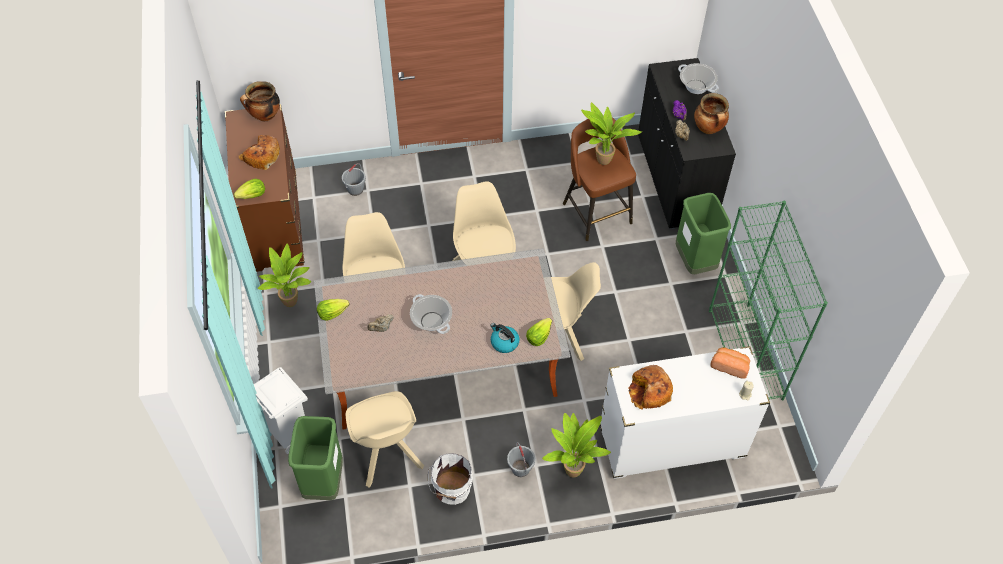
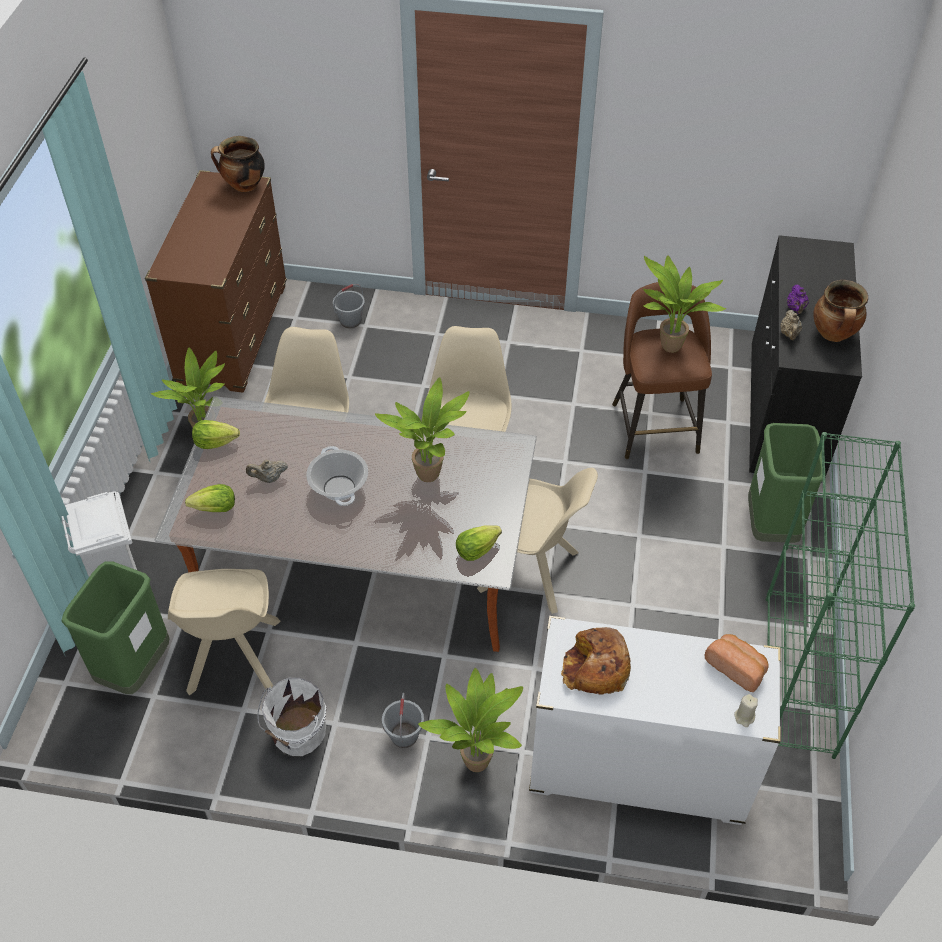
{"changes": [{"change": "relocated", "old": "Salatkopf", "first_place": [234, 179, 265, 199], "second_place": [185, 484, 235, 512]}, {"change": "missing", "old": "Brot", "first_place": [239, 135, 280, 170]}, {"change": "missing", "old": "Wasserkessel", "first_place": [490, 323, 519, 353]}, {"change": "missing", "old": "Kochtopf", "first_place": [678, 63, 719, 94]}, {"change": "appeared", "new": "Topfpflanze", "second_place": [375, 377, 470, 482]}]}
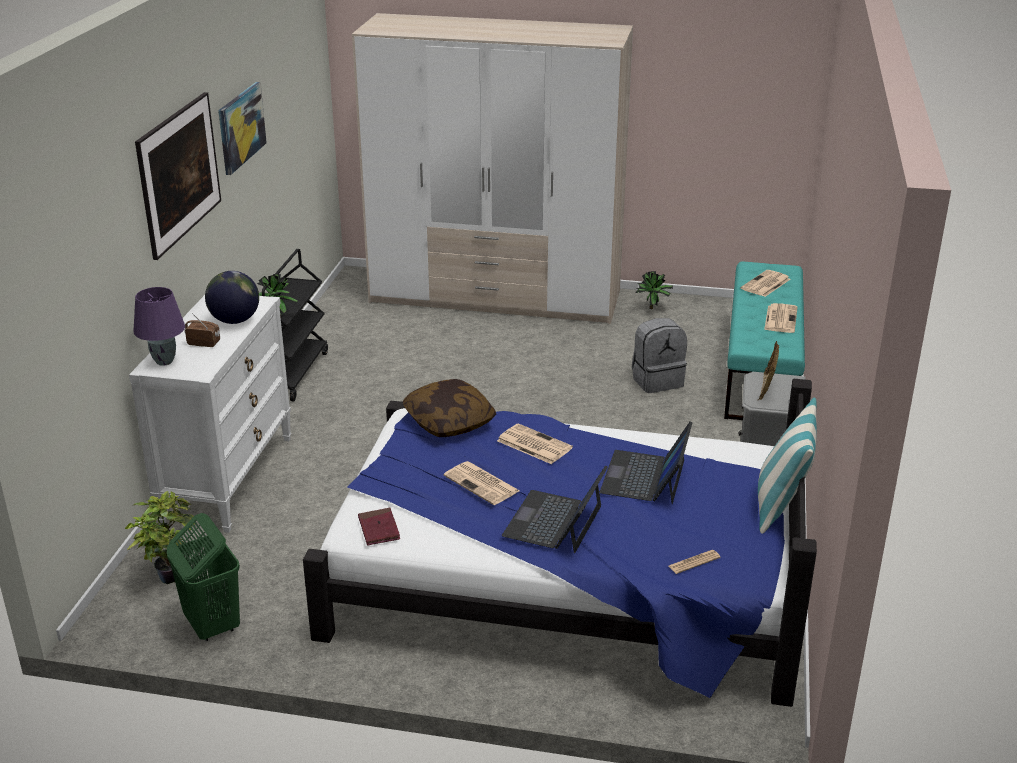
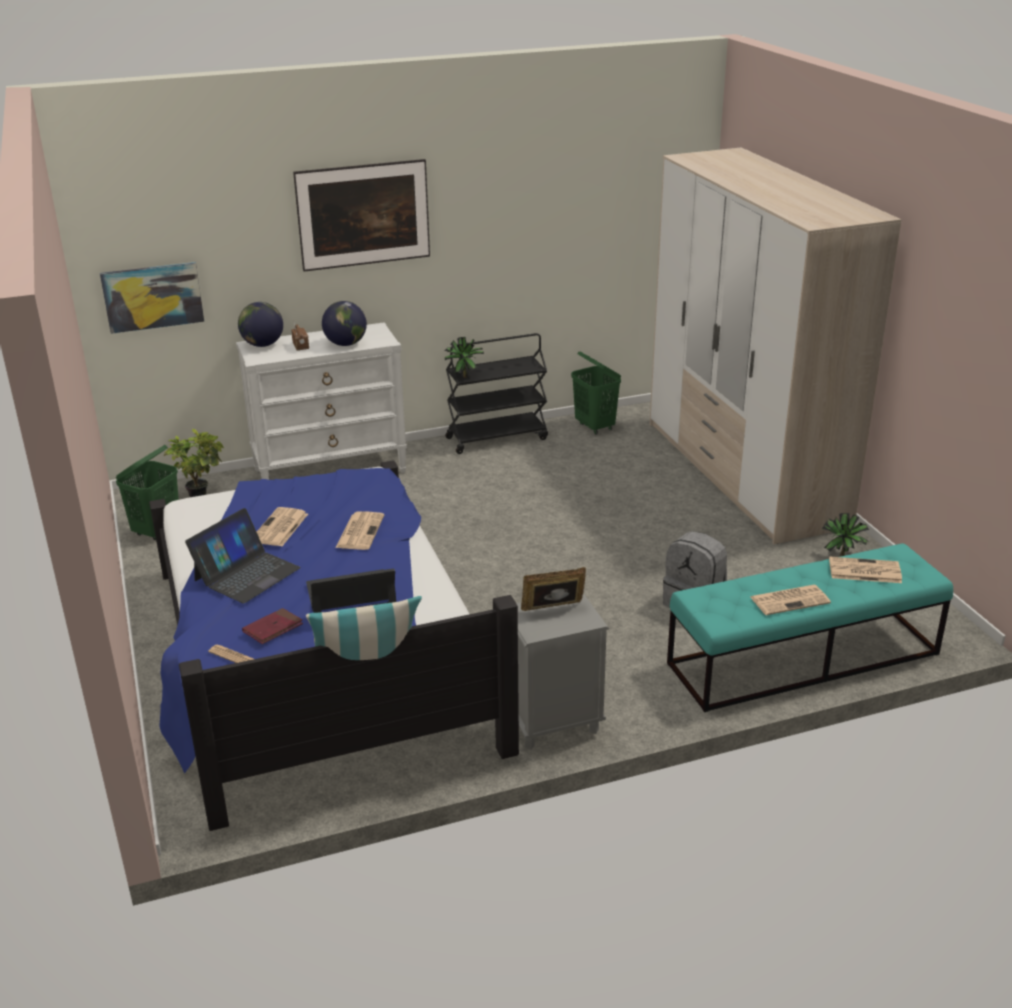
{"changes": [{"change": "exchanged", "old": "Tischlampe/lila", "new": "Globus", "first_place": [133, 287, 185, 366], "second_place": [238, 302, 283, 347]}, {"change": "relocated", "old": "Bild", "first_place": [218, 82, 267, 175], "second_place": [100, 262, 204, 334]}, {"change": "relocated", "old": "Buch/rot", "first_place": [358, 508, 400, 545], "second_place": [242, 608, 303, 644]}, {"change": "missing", "old": "Kissen", "first_place": [403, 379, 496, 437]}, {"change": "spun", "old": "Laptop", "first_place": [502, 465, 608, 553], "second_place": [185, 508, 301, 604], "degrees": 135}, {"change": "appeared", "new": "Wäschekorb/grün", "second_place": [571, 352, 621, 435]}]}
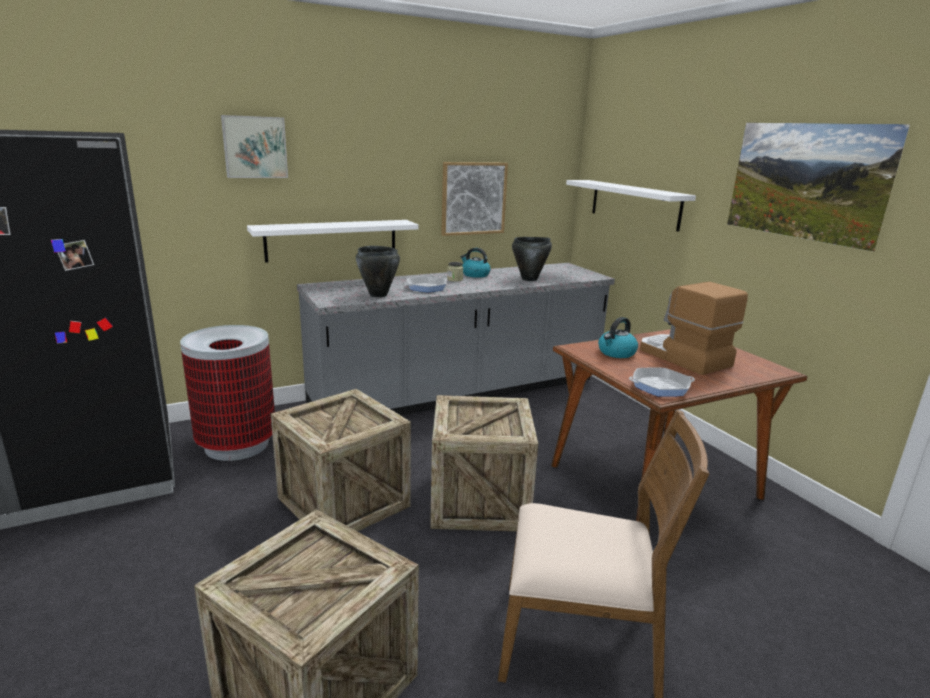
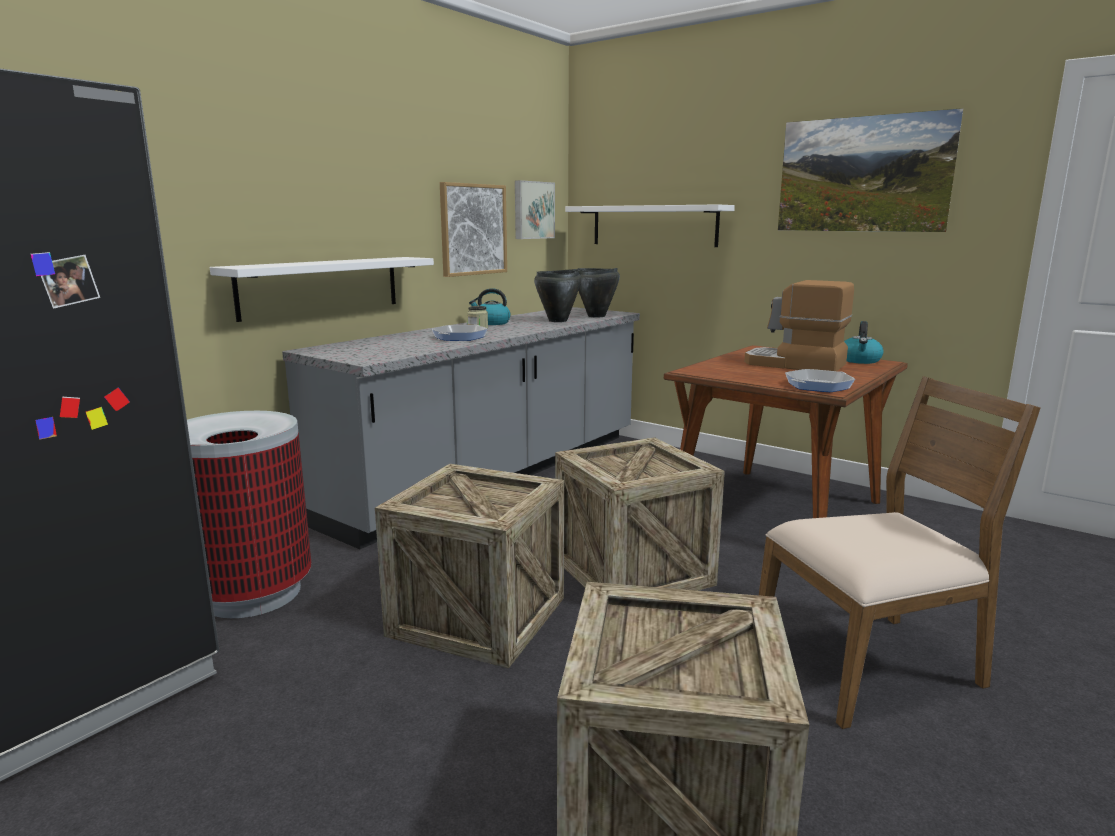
{"changes": [{"change": "relocated", "old": "Bild", "first_place": [221, 115, 288, 178], "second_place": [515, 180, 555, 239]}, {"change": "relocated", "old": "Kochtopf/schwarz", "first_place": [356, 246, 400, 297], "second_place": [577, 268, 620, 317]}, {"change": "relocated", "old": "Wasserkessel", "first_place": [598, 317, 638, 358], "second_place": [844, 321, 884, 364]}]}
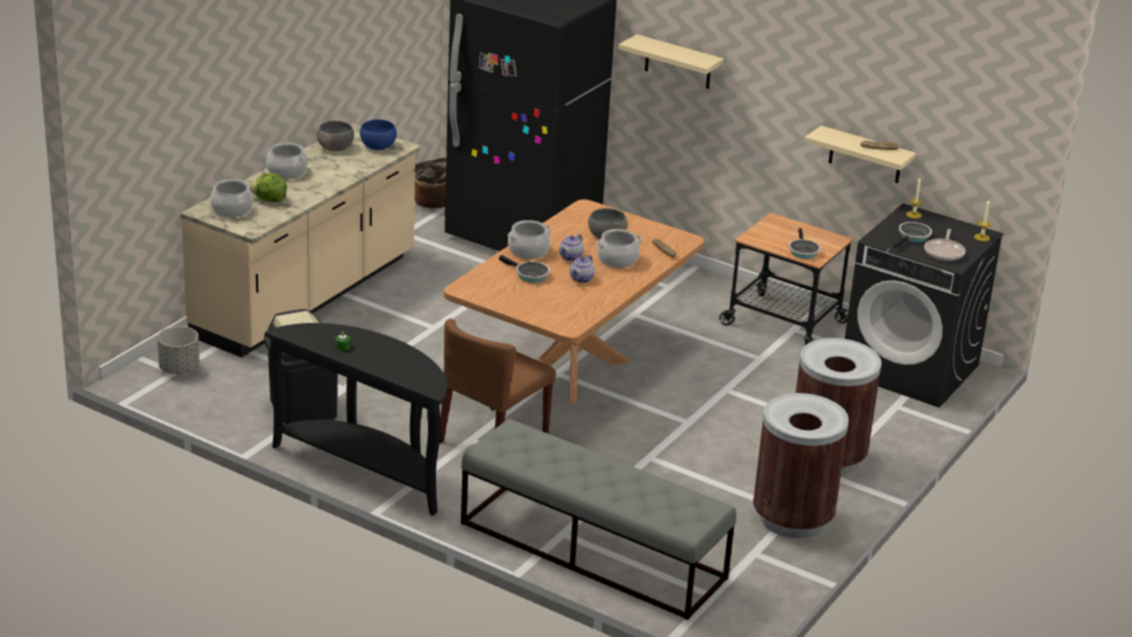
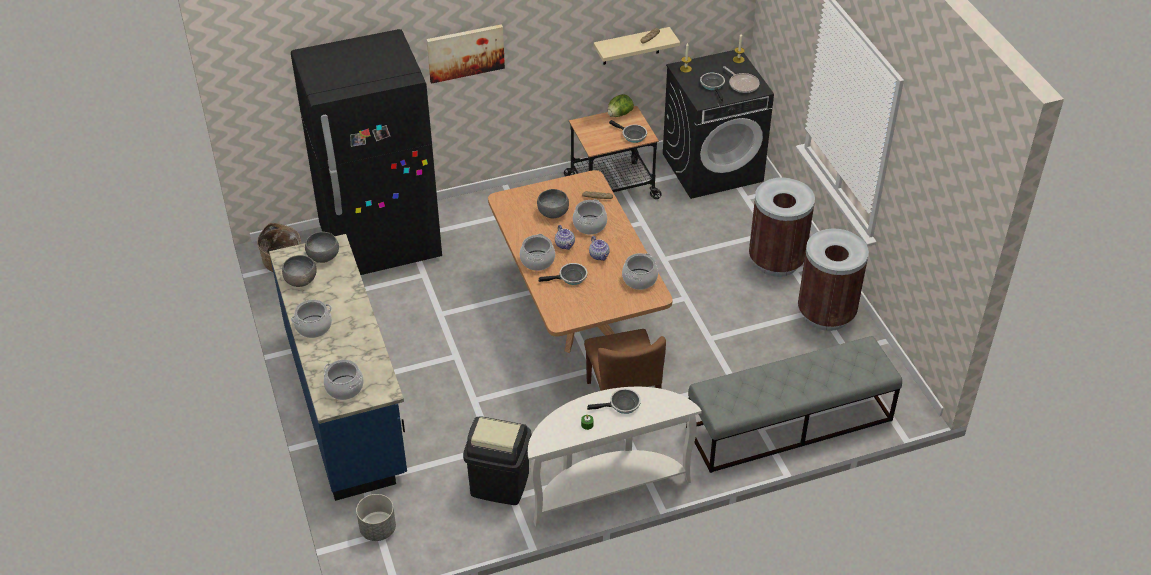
{"changes": [{"change": "colour", "old": "Küchenzeile/beige", "new": "Küchenzeile/blau", "first_place": [181, 124, 421, 358], "second_place": [269, 234, 407, 501]}, {"change": "relocated", "old": "Salatkopf", "first_place": [250, 173, 287, 202], "second_place": [607, 94, 634, 117]}, {"change": "colour", "old": "Konsolentisch/schwarz", "new": "Konsolentisch/weiß", "first_place": [265, 323, 447, 516], "second_place": [528, 387, 702, 527]}, {"change": "colour", "old": "Schüssel/blau", "new": "Schüssel/grau", "first_place": [360, 120, 397, 150], "second_place": [305, 232, 339, 263]}, {"change": "exchanged", "old": "Wandregal/beige", "new": "Bild", "first_place": [618, 34, 724, 89], "second_place": [426, 24, 505, 84]}, {"change": "appeared", "new": "Pfanne", "second_place": [587, 389, 641, 414]}, {"change": "appeared", "new": "Kochtopf", "second_place": [622, 253, 658, 290]}]}
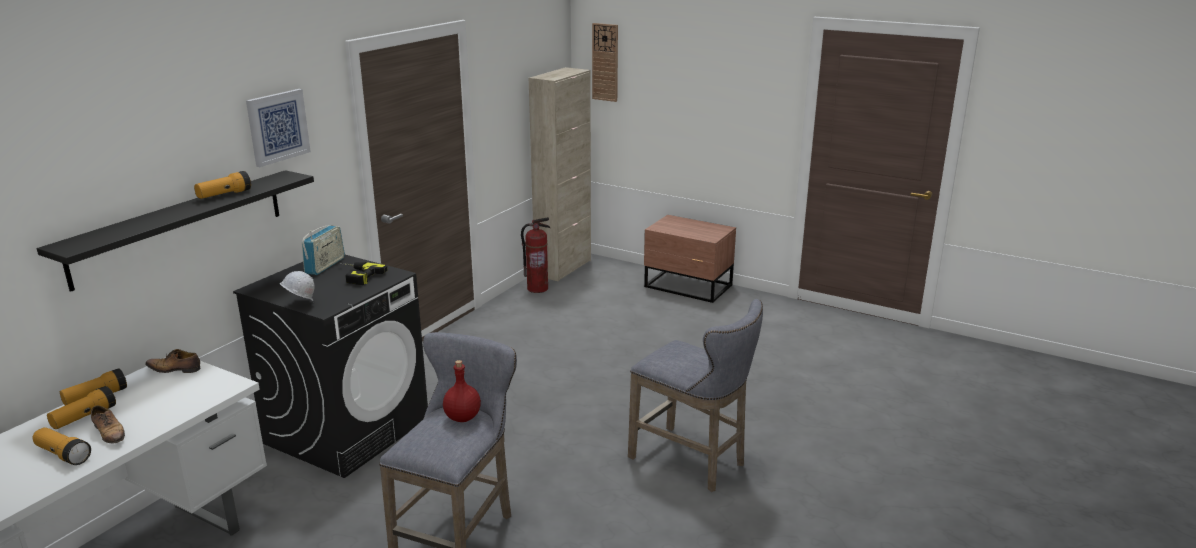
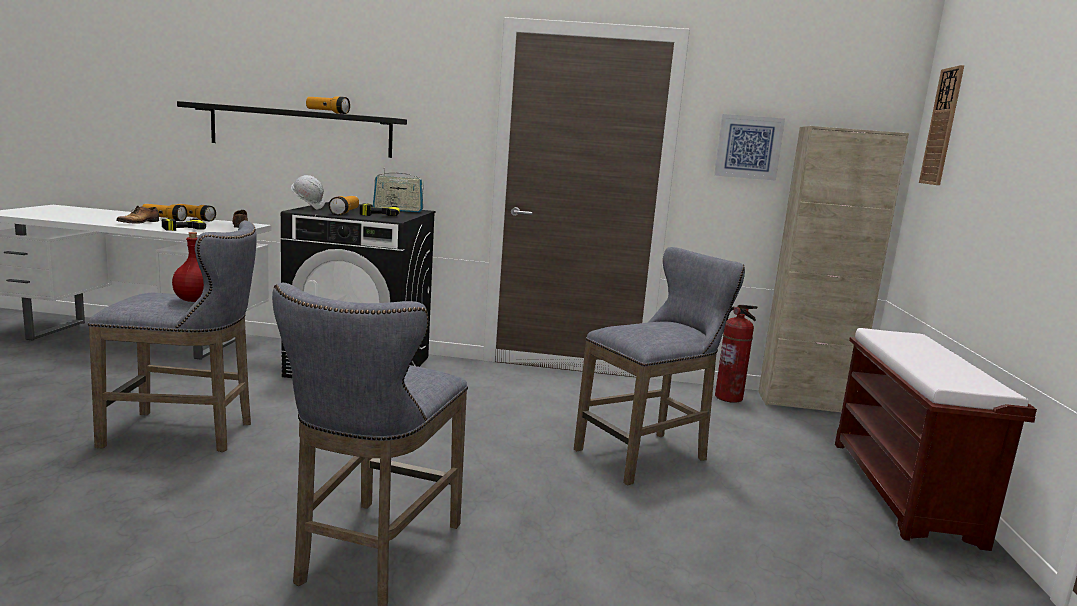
{"changes": [{"change": "relocated", "old": "Taschenlampe", "first_place": [33, 427, 91, 465], "second_place": [329, 196, 359, 215]}, {"change": "relocated", "old": "Bild", "first_place": [246, 89, 311, 167], "second_place": [714, 114, 785, 181]}, {"change": "exchanged", "old": "Nachttisch/braun", "new": "Bank/braun", "first_place": [644, 215, 736, 303], "second_place": [835, 328, 1037, 551]}, {"change": "appeared", "new": "Bohrmaschine", "second_place": [162, 218, 206, 231]}, {"change": "appeared", "new": "Hocker/grau", "second_place": [574, 247, 745, 485]}]}
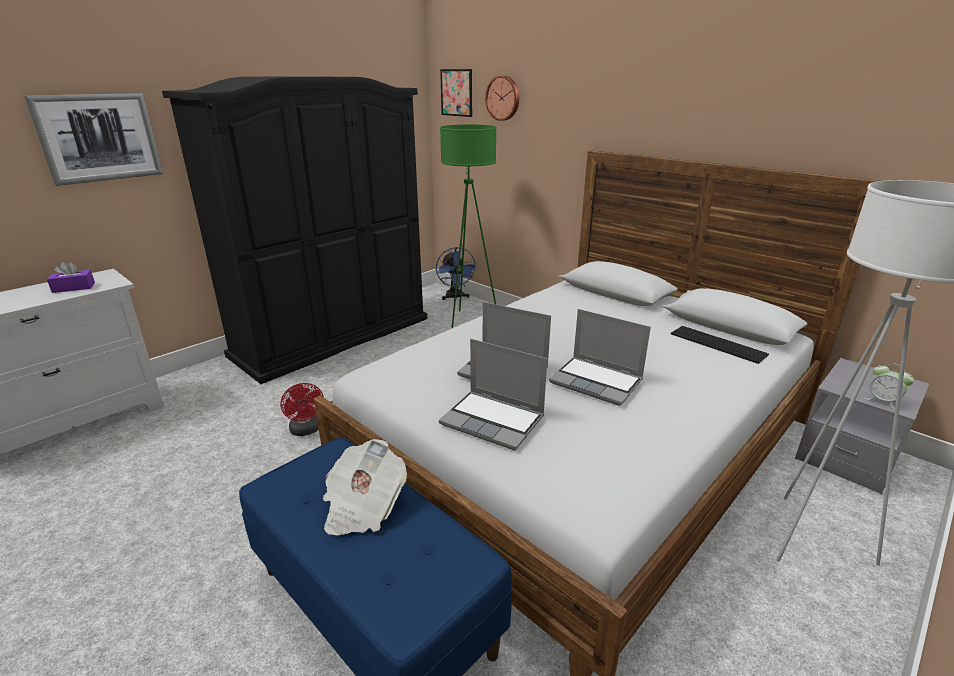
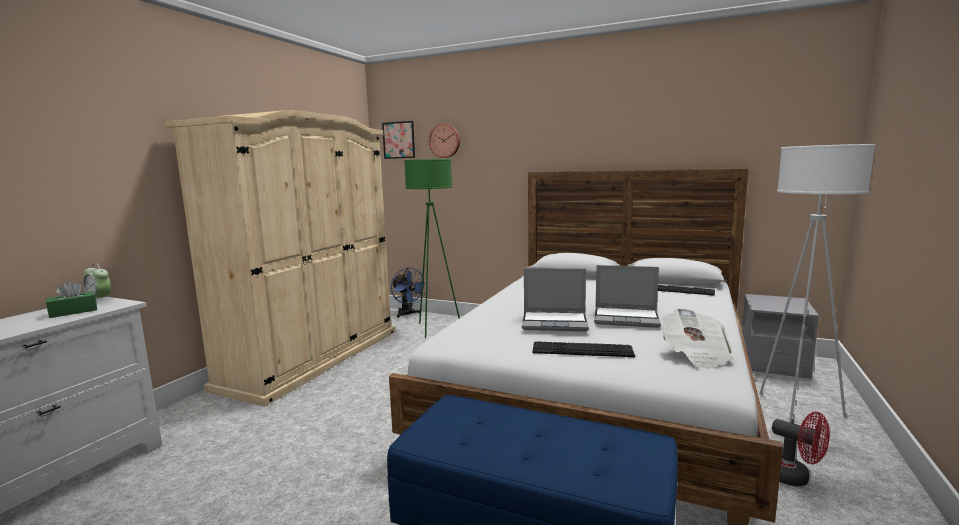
{"changes": [{"change": "missing", "old": "Bild", "first_place": [24, 93, 163, 186]}, {"change": "colour", "old": "Taschentuchbox/lila", "new": "Taschentuchbox/grün", "first_place": [47, 261, 95, 293], "second_place": [46, 281, 97, 318]}, {"change": "colour", "old": "Kleiderschrank/schwarz", "new": "Kleiderschrank/beige", "first_place": [162, 76, 427, 384], "second_place": [165, 110, 395, 406]}, {"change": "relocated", "old": "Ventilator/rot", "first_place": [280, 383, 324, 436], "second_place": [772, 412, 830, 486]}, {"change": "relocated", "old": "Zeitung", "first_place": [323, 439, 407, 535], "second_place": [663, 308, 734, 370]}, {"change": "exchanged", "old": "Laptop", "new": "Tastatur", "first_place": [439, 339, 547, 450], "second_place": [532, 341, 635, 357]}, {"change": "relocated", "old": "Wecker", "first_place": [864, 363, 914, 409], "second_place": [83, 264, 111, 304]}]}
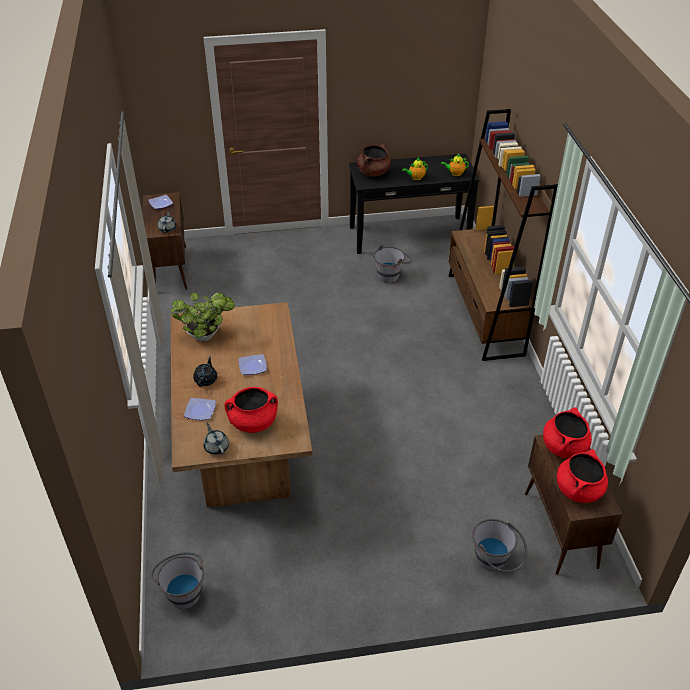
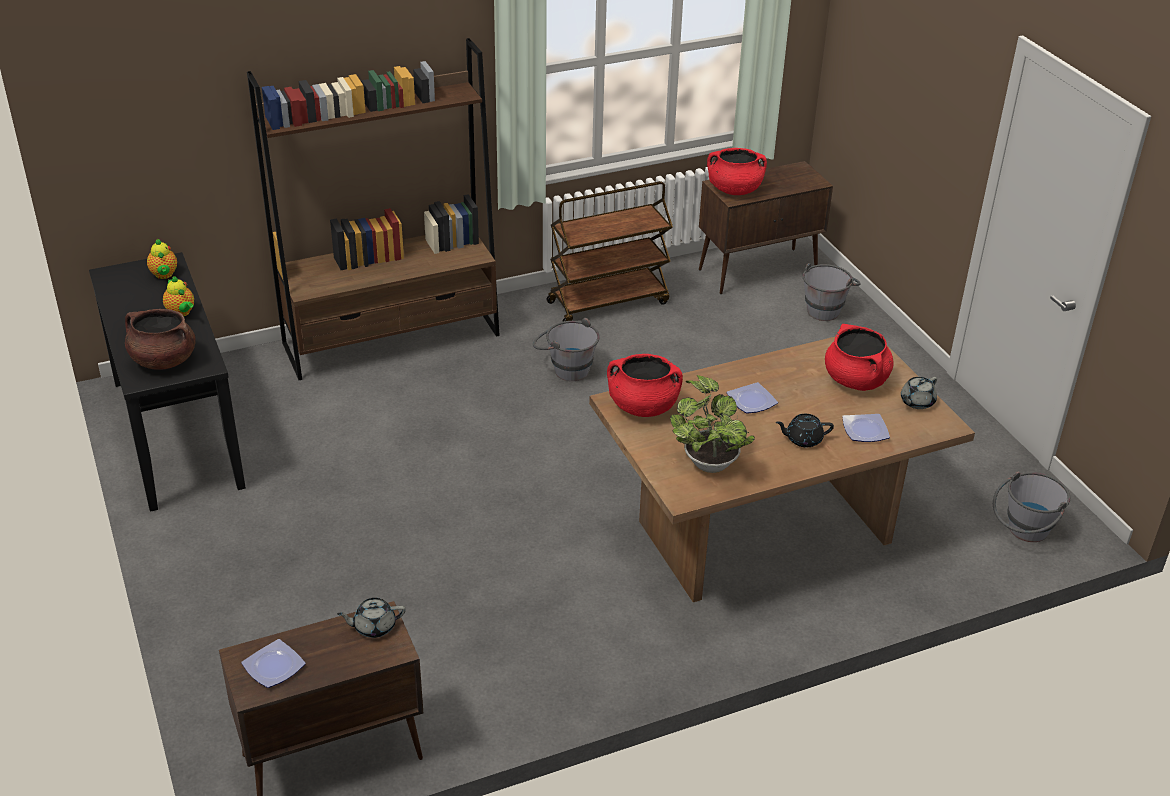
{"changes": [{"change": "relocated", "old": "Eimer/grau", "first_place": [373, 245, 412, 283], "second_place": [533, 318, 600, 381]}, {"change": "relocated", "old": "Kochtopf/rot", "first_place": [557, 449, 608, 503], "second_place": [607, 354, 683, 417]}, {"change": "appeared", "new": "Rollwagen/braun", "second_place": [546, 181, 673, 322]}]}
